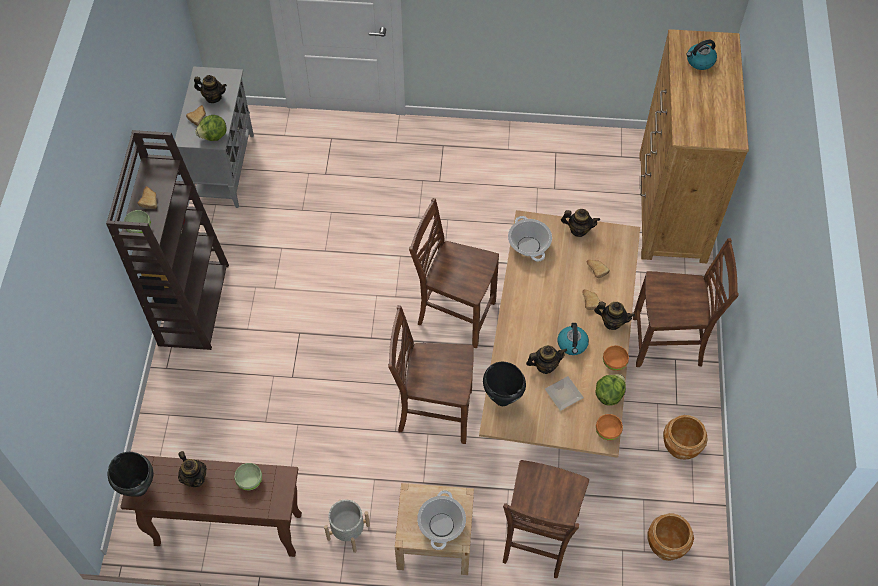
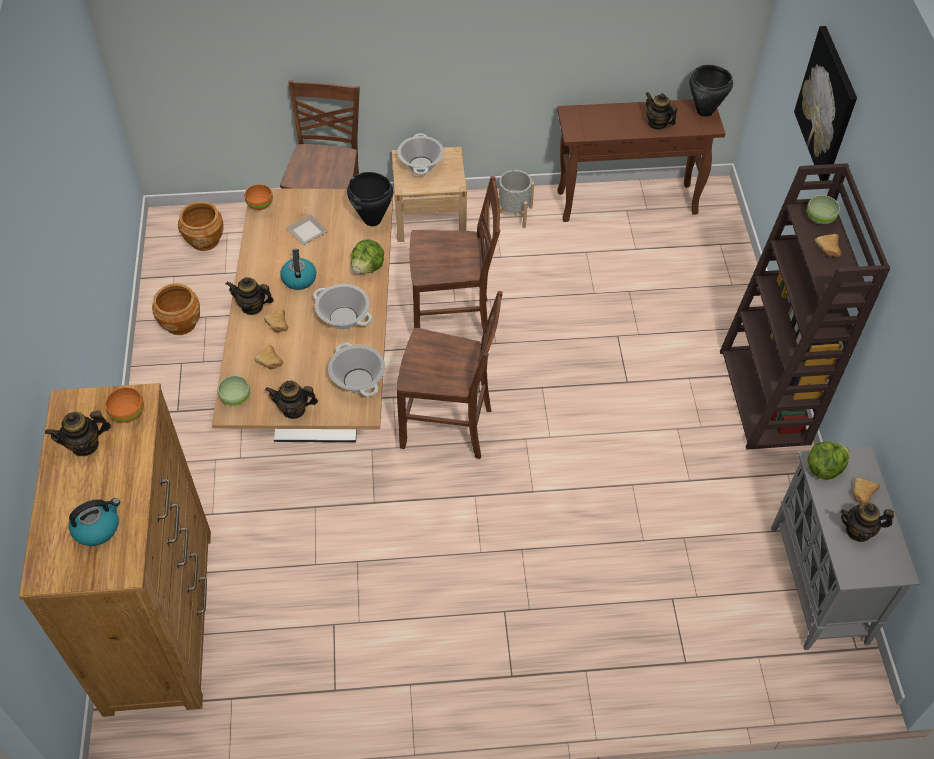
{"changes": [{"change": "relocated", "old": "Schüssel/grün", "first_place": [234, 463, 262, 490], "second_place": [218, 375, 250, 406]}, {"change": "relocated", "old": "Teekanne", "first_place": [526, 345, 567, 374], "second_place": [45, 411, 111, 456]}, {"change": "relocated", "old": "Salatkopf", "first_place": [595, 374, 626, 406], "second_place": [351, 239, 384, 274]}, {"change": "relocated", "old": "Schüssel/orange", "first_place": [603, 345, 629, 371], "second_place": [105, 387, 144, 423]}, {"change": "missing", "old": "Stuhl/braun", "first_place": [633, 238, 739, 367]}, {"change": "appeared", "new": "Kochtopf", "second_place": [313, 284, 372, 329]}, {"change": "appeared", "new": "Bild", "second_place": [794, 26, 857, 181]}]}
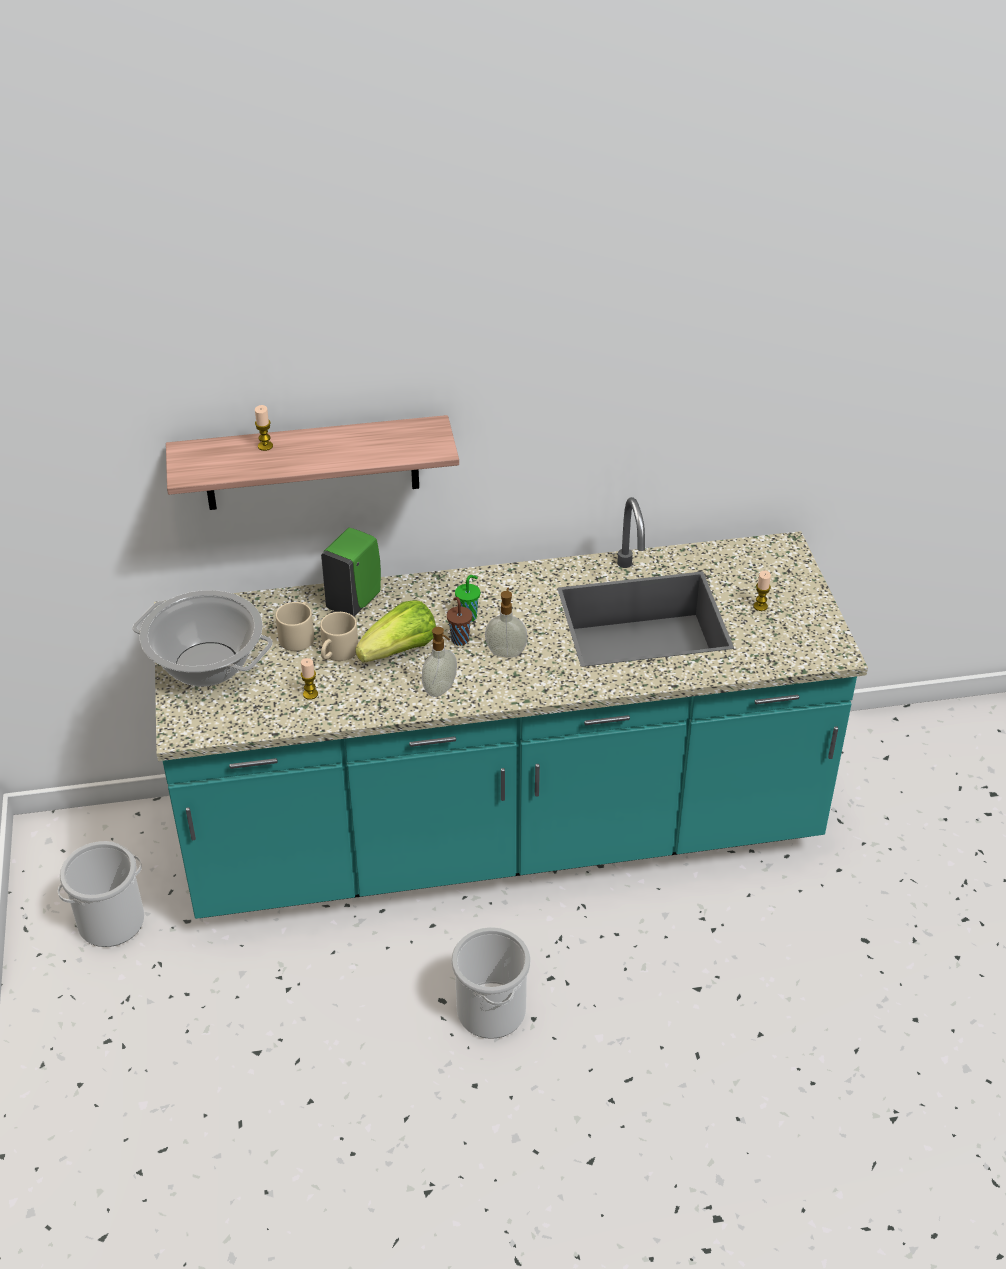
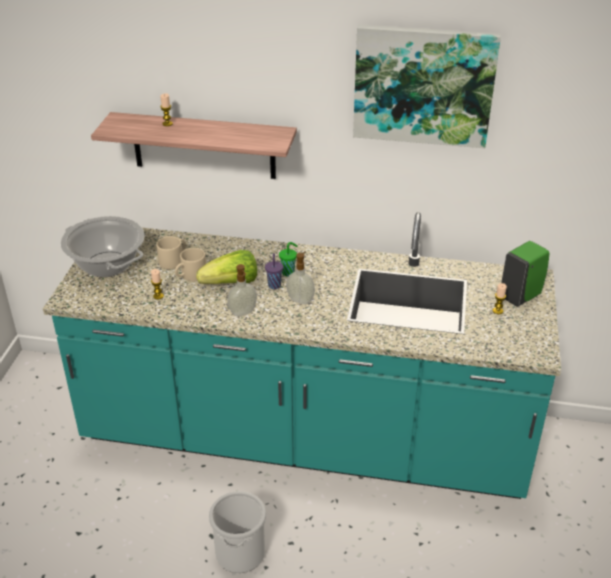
{"changes": [{"change": "missing", "old": "Eimer", "first_place": [58, 841, 144, 947]}, {"change": "relocated", "old": "Seifenspender/grün", "first_place": [321, 528, 381, 617], "second_place": [501, 241, 550, 307]}, {"change": "colour", "old": "Tasse/braun", "new": "Tasse/lila", "first_place": [447, 597, 472, 646], "second_place": [265, 253, 283, 289]}, {"change": "appeared", "new": "Bild", "second_place": [353, 24, 501, 148]}]}
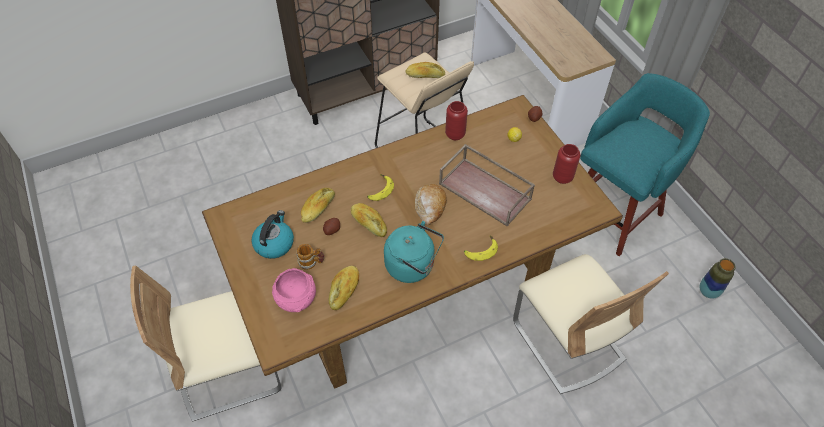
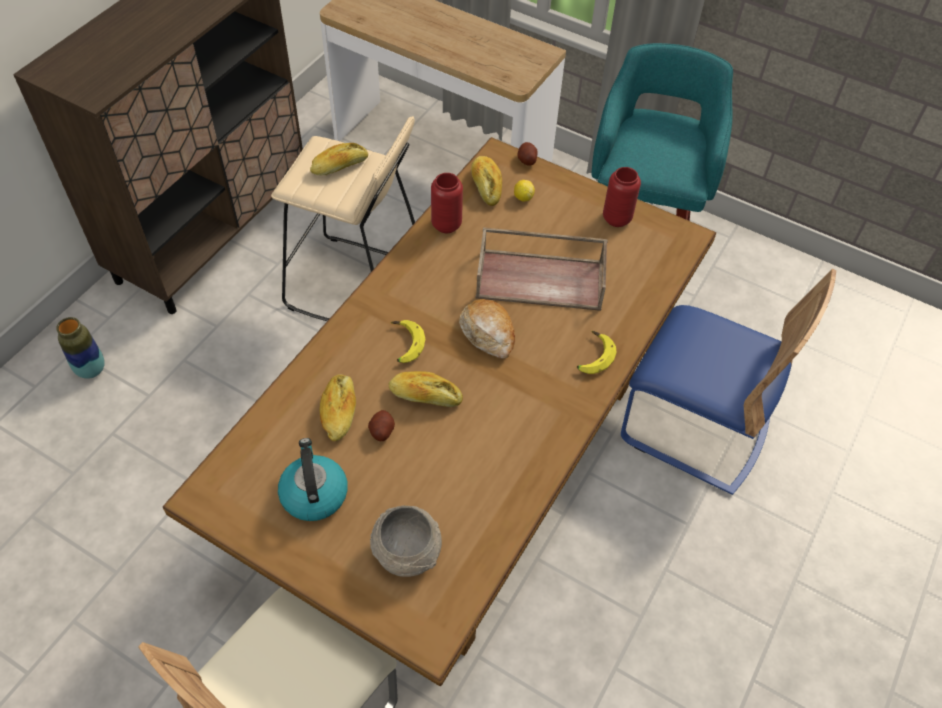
{"changes": [{"change": "colour", "old": "Schüssel/rosa", "new": "Schüssel/grau", "first_place": [272, 268, 316, 312], "second_place": [370, 506, 442, 577]}, {"change": "missing", "old": "Henkelbecher", "first_place": [296, 244, 325, 270]}, {"change": "relocated", "old": "Brot", "first_place": [329, 266, 359, 310], "second_place": [471, 156, 502, 206]}, {"change": "missing", "old": "Wasserkessel/türkis", "first_place": [384, 221, 444, 283]}, {"change": "colour", "old": "Stuhl/beige", "new": "Stuhl/blau", "first_place": [513, 254, 669, 394], "second_place": [621, 269, 836, 495]}, {"change": "relocated", "old": "Vase", "first_place": [699, 258, 736, 299], "second_place": [56, 317, 105, 379]}]}
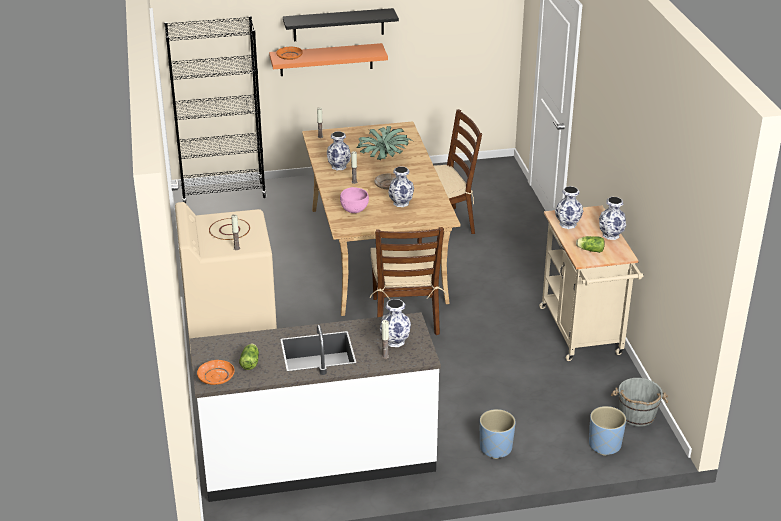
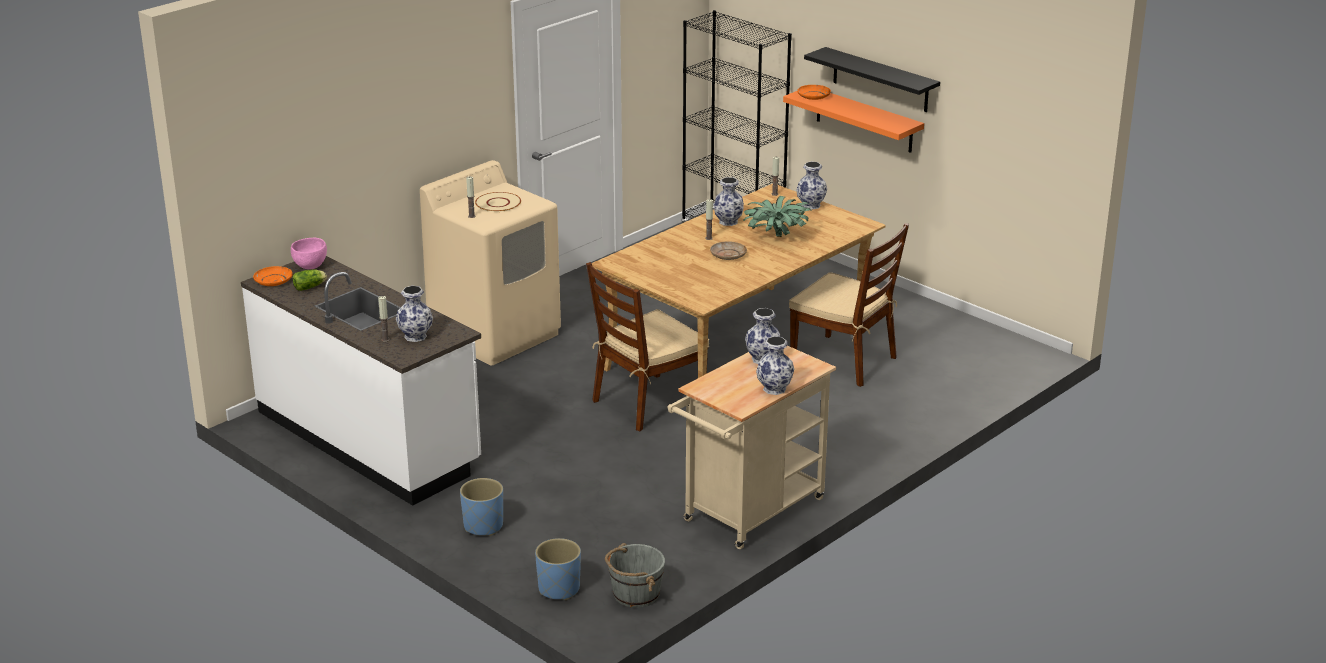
{"changes": [{"change": "relocated", "old": "Schüssel/rosa", "first_place": [340, 187, 369, 213], "second_place": [291, 238, 327, 269]}, {"change": "relocated", "old": "Vase", "first_place": [388, 166, 414, 207], "second_place": [796, 161, 827, 210]}, {"change": "missing", "old": "Salatkopf", "first_place": [576, 236, 605, 253]}]}
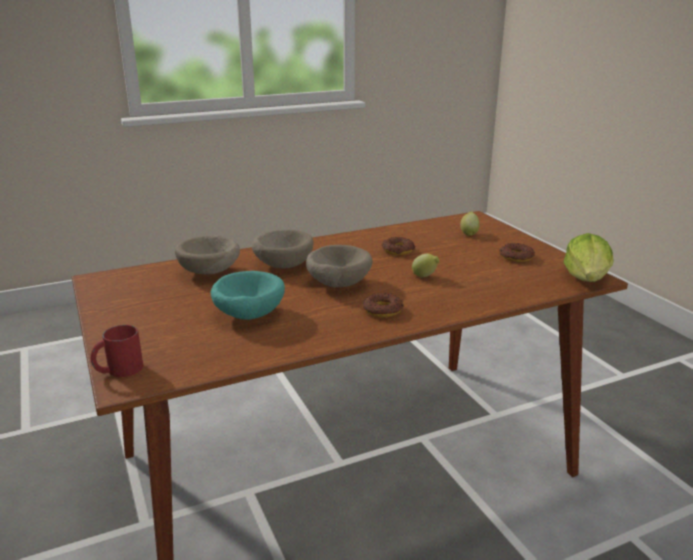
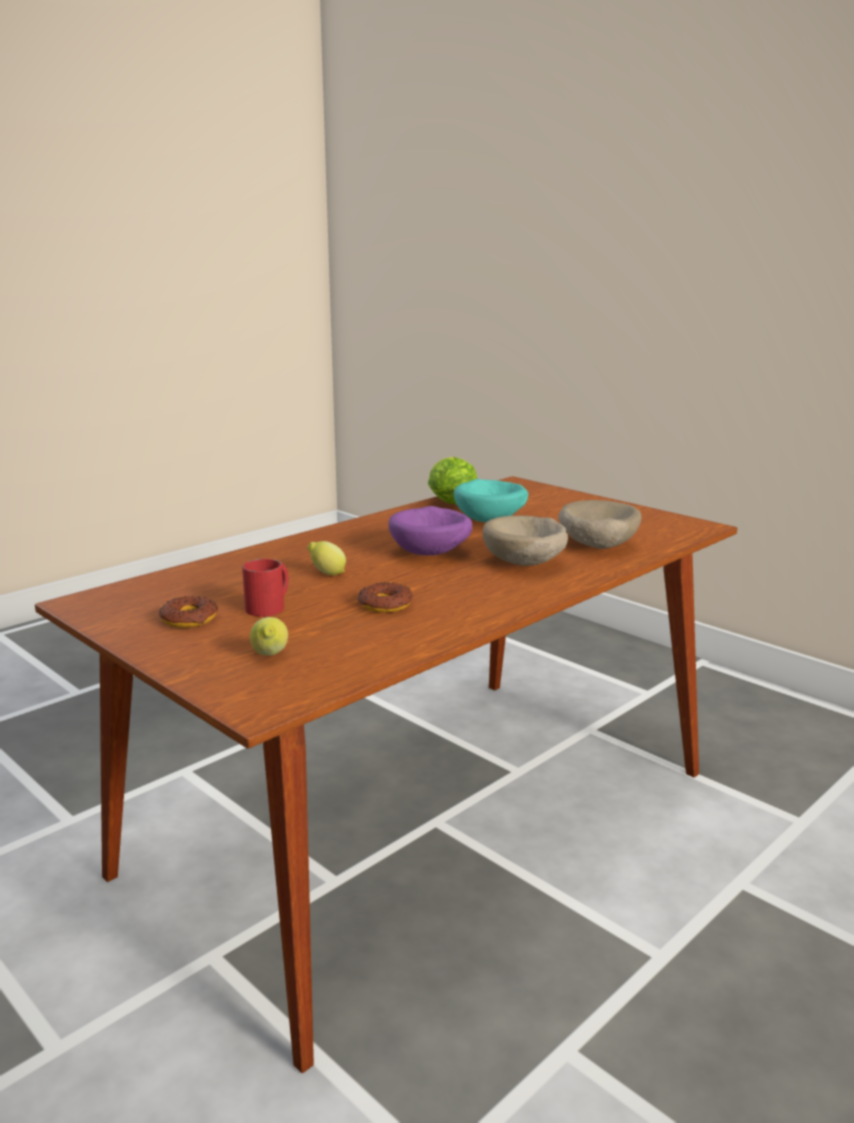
{"changes": [{"change": "relocated", "old": "Henkelbecher/rot", "first_place": [90, 325, 143, 377], "second_place": [242, 559, 289, 617]}, {"change": "colour", "old": "Schüssel/beige", "new": "Schüssel/lila", "first_place": [306, 245, 372, 287], "second_place": [389, 506, 472, 555]}, {"change": "missing", "old": "Donut", "first_place": [362, 293, 403, 317]}, {"change": "relocated", "old": "Salatkopf", "first_place": [564, 233, 614, 282], "second_place": [428, 457, 477, 505]}]}
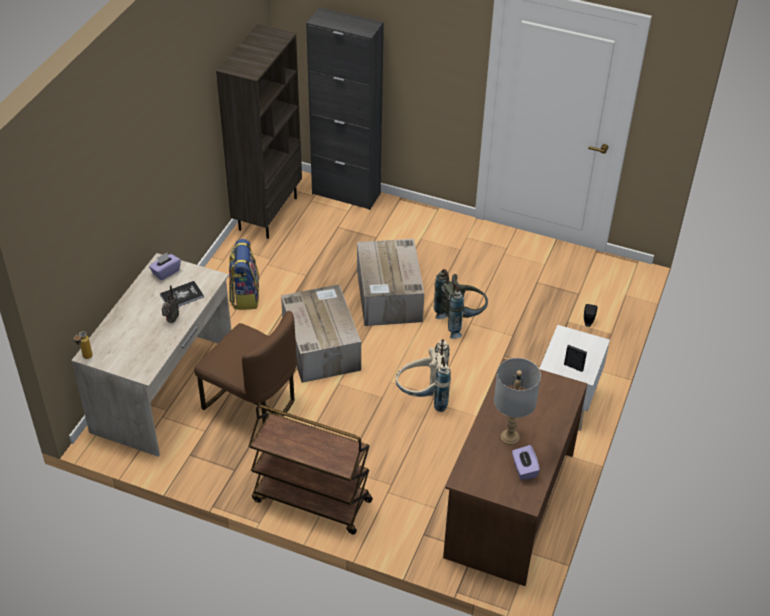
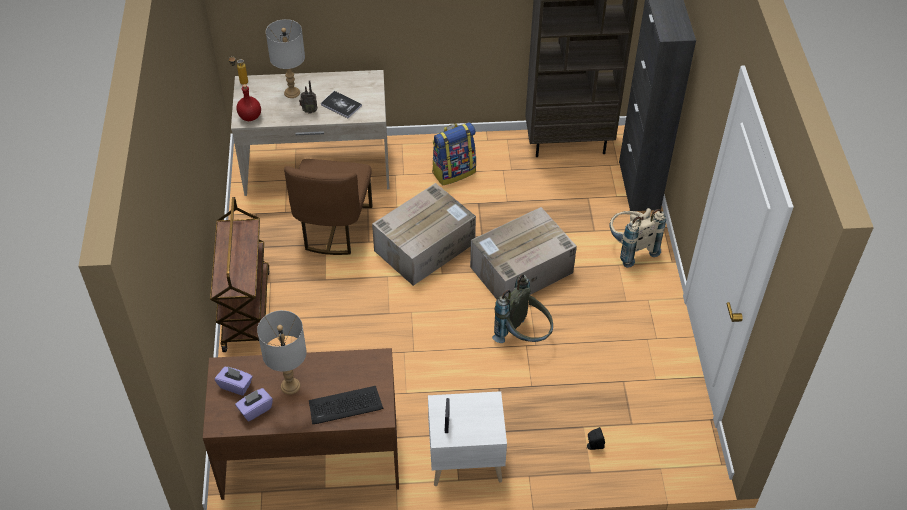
{"changes": [{"change": "relocated", "old": "Taschentuchbox/lila", "first_place": [149, 253, 181, 280], "second_place": [215, 367, 253, 396]}, {"change": "relocated", "old": "Rucksack/beige", "first_place": [396, 339, 451, 412], "second_place": [609, 208, 666, 268]}, {"change": "appeared", "new": "Flasche/rot", "second_place": [236, 84, 261, 121]}, {"change": "appeared", "new": "Tischlampe/grau", "second_place": [266, 19, 305, 98]}, {"change": "appeared", "new": "Tastatur", "second_place": [309, 386, 384, 424]}]}
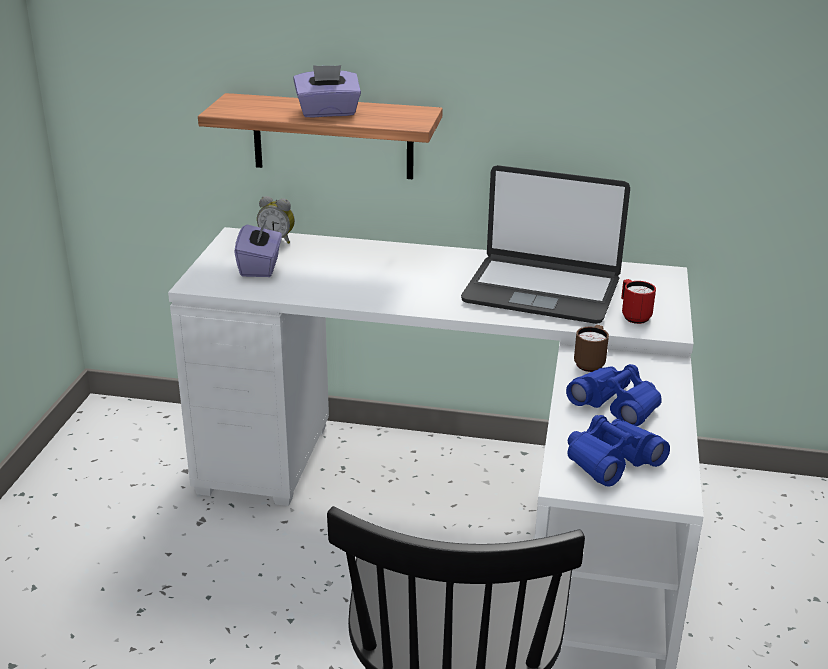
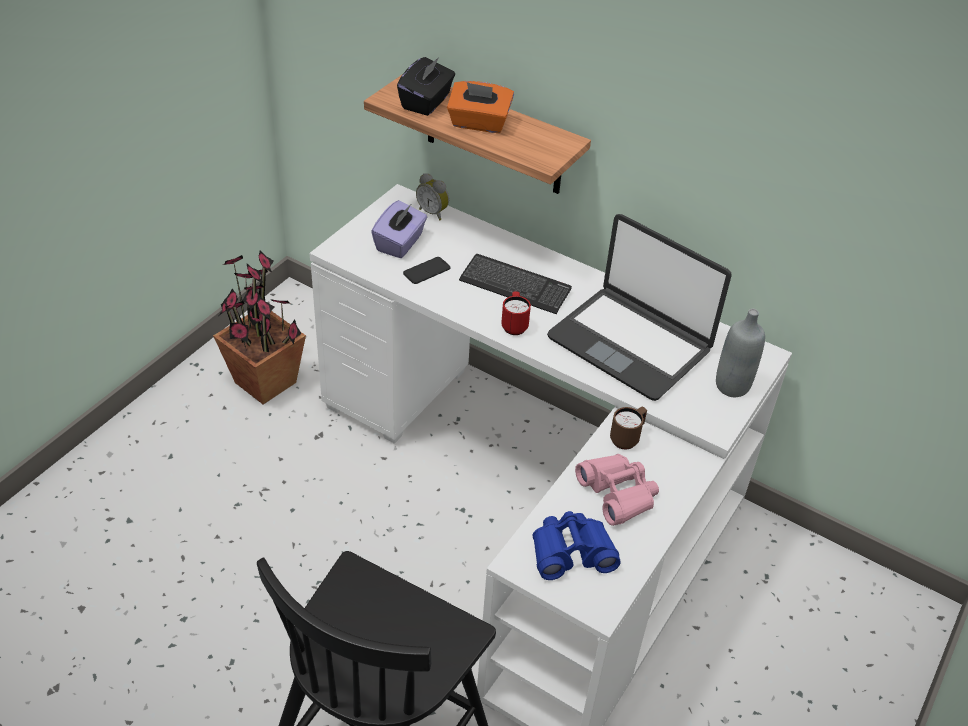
{"changes": [{"change": "colour", "old": "Taschentuchbox/lila", "new": "Taschentuchbox/orange", "first_place": [293, 65, 361, 117], "second_place": [447, 81, 514, 133]}, {"change": "colour", "old": "Fernglas/blau", "new": "Fernglas/rosa", "first_place": [566, 364, 662, 426], "second_place": [575, 454, 659, 526]}, {"change": "relocated", "old": "Henkelbecher/rot", "first_place": [621, 279, 656, 324], "second_place": [501, 291, 531, 335]}, {"change": "appeared", "new": "Topfpflanze", "second_place": [213, 250, 306, 404]}, {"change": "appeared", "new": "Taschentuchbox/schwarz", "second_place": [397, 57, 455, 116]}, {"change": "appeared", "new": "Handy", "second_place": [403, 257, 450, 284]}, {"change": "appeared", "new": "Tastatur", "second_place": [459, 254, 572, 314]}, {"change": "appeared", "new": "Flasche/grau", "second_place": [716, 309, 765, 397]}]}
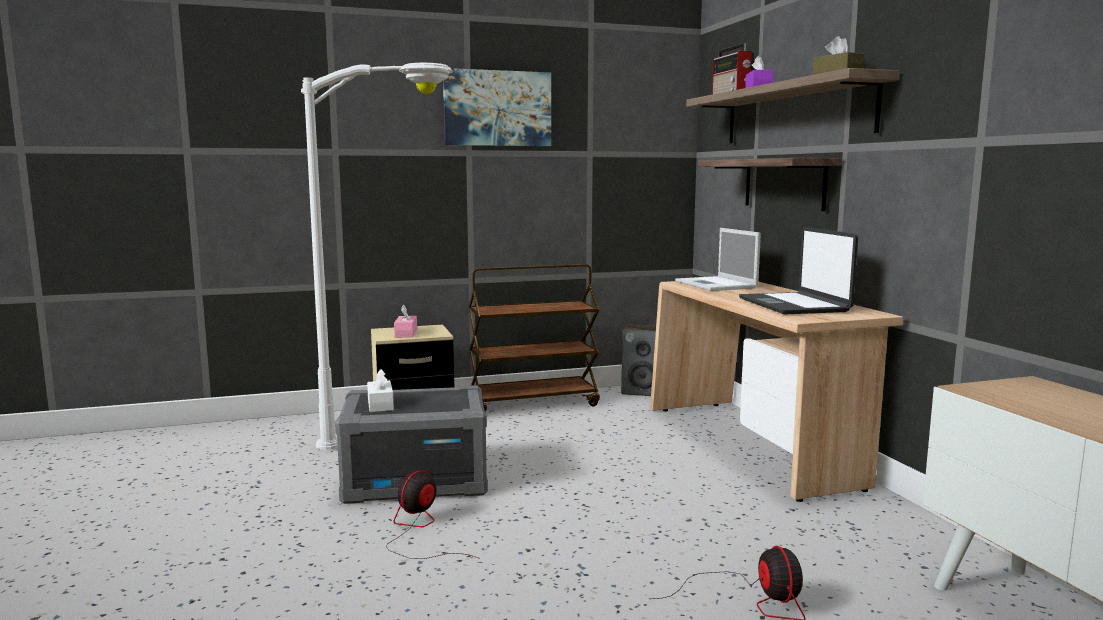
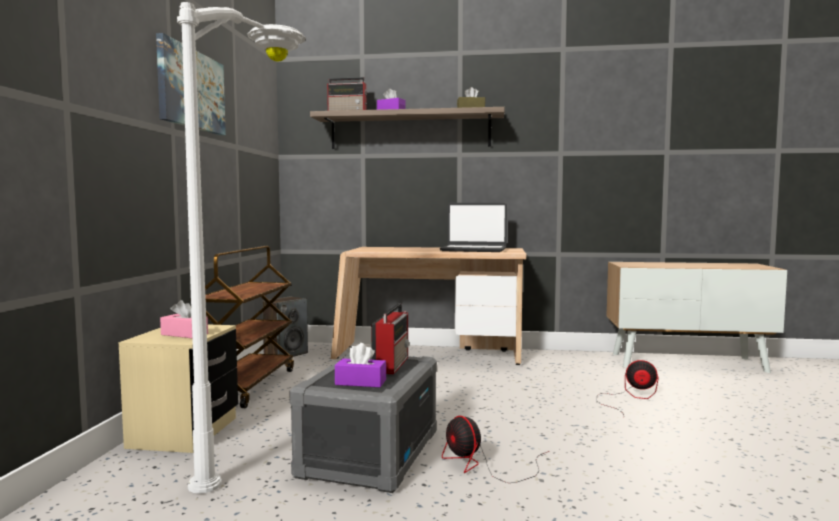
{"changes": [{"change": "colour", "old": "Taschentuchbox/weiß", "new": "Taschentuchbox/lila", "first_place": [367, 369, 394, 412], "second_place": [335, 343, 386, 387]}, {"change": "missing", "old": "Laptop", "first_place": [675, 228, 761, 291]}, {"change": "missing", "old": "Wandregal", "first_place": [698, 158, 841, 211]}, {"change": "appeared", "new": "Radio", "second_place": [371, 303, 409, 374]}]}
